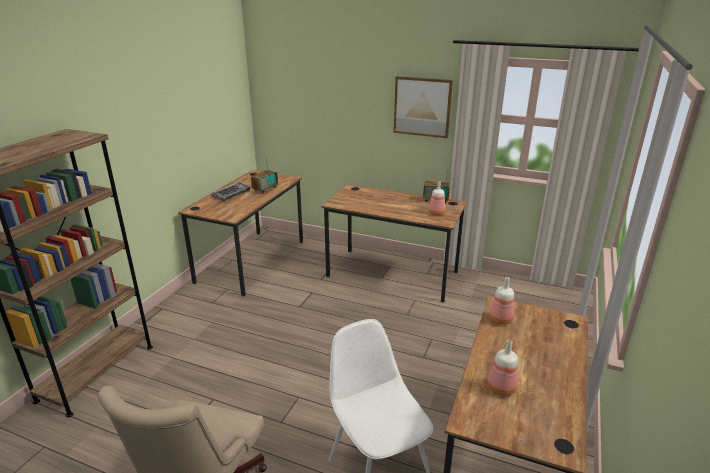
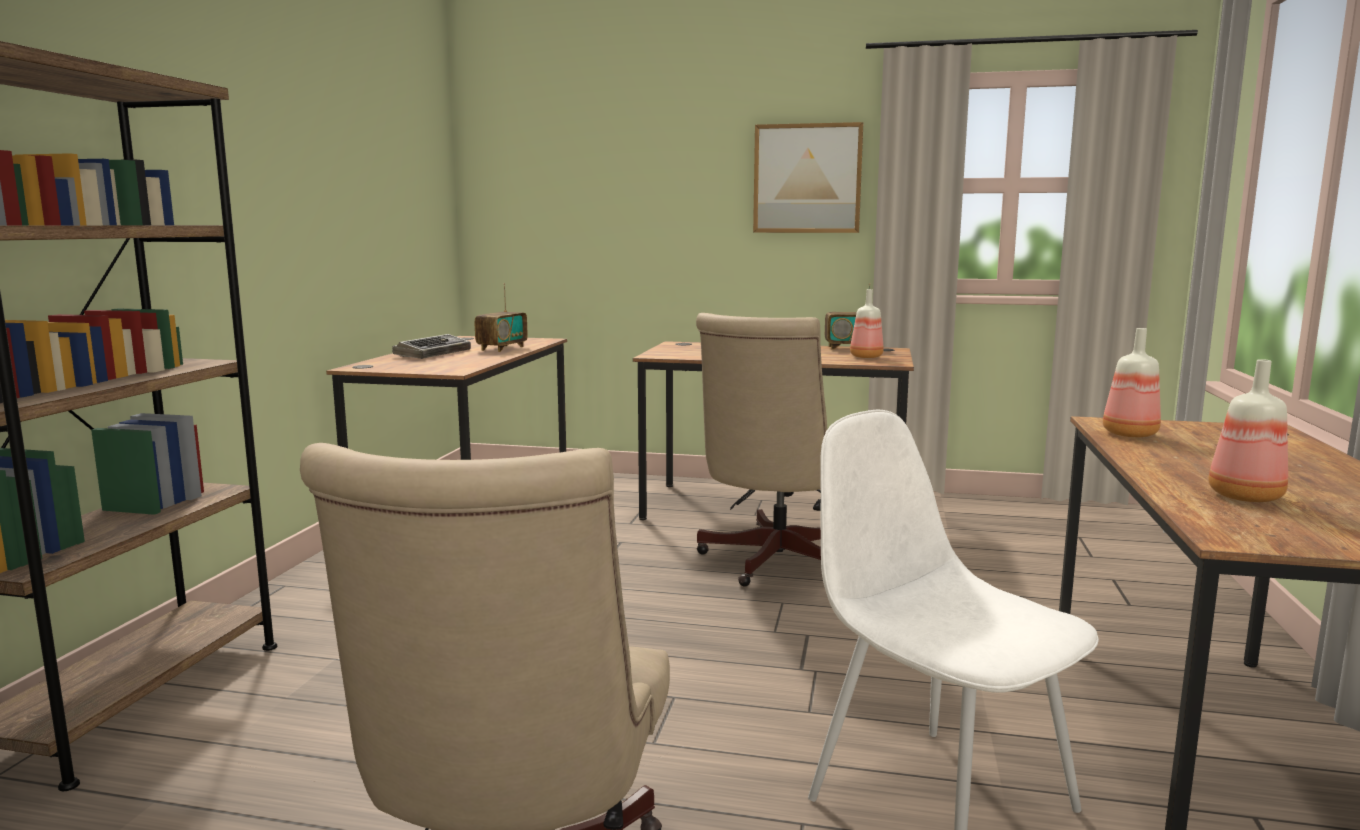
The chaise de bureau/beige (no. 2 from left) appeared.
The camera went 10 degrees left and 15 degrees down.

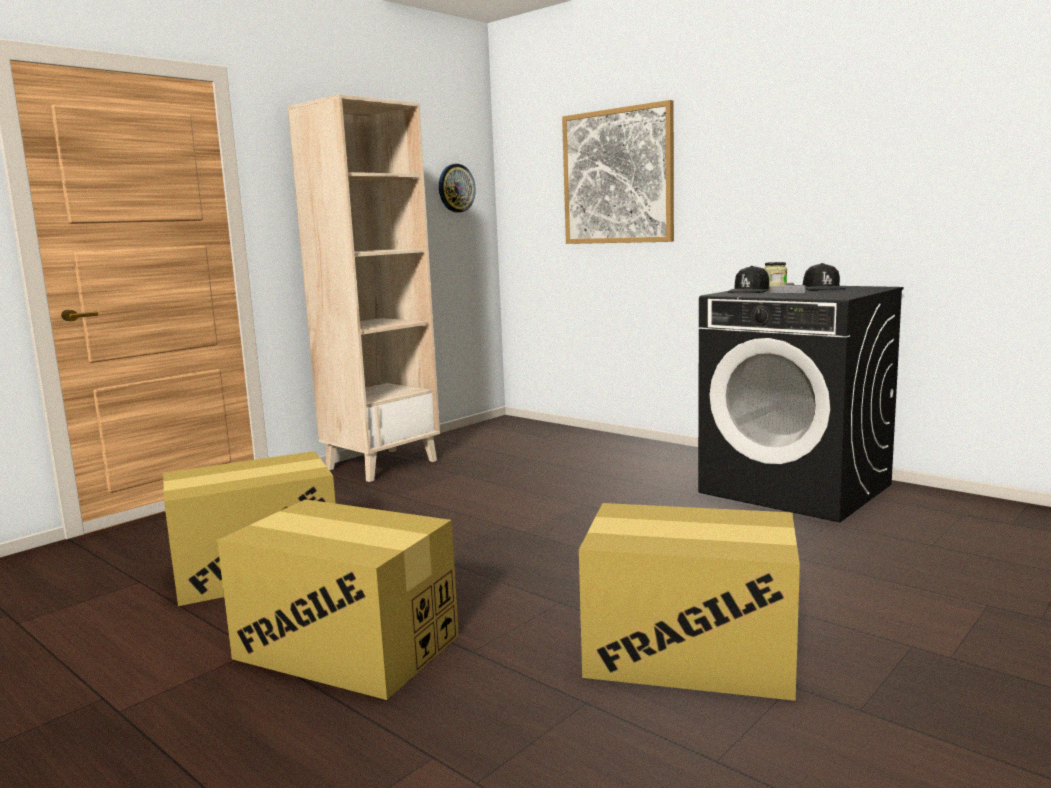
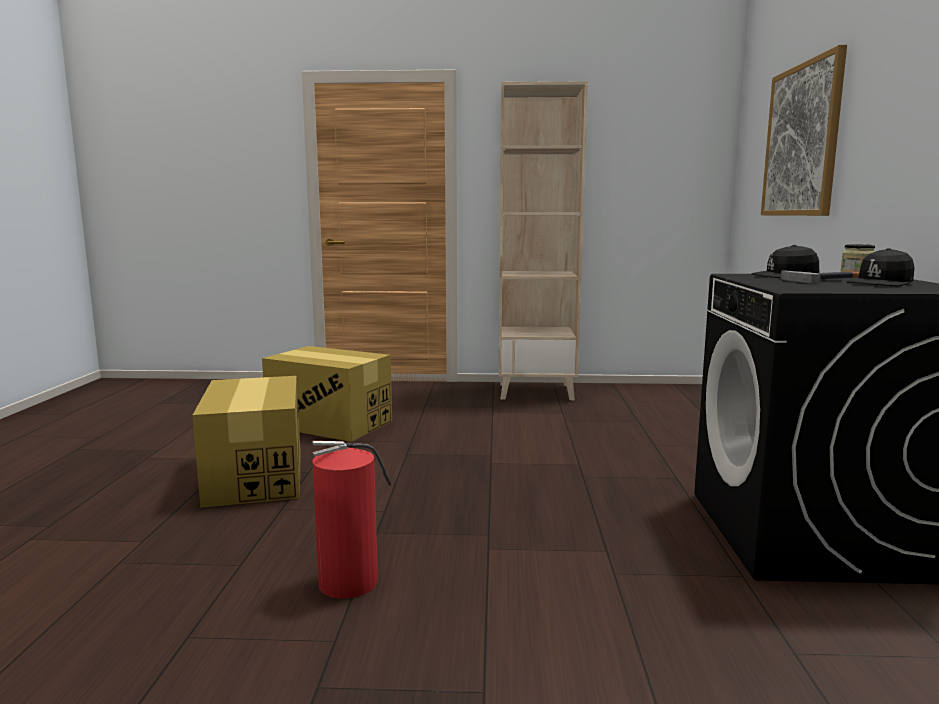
The horloge murale disappeared.
The carton (no. 3 from left) was replaced by the extincteur.
The camera went 50 degrees right and 0 degrees up.

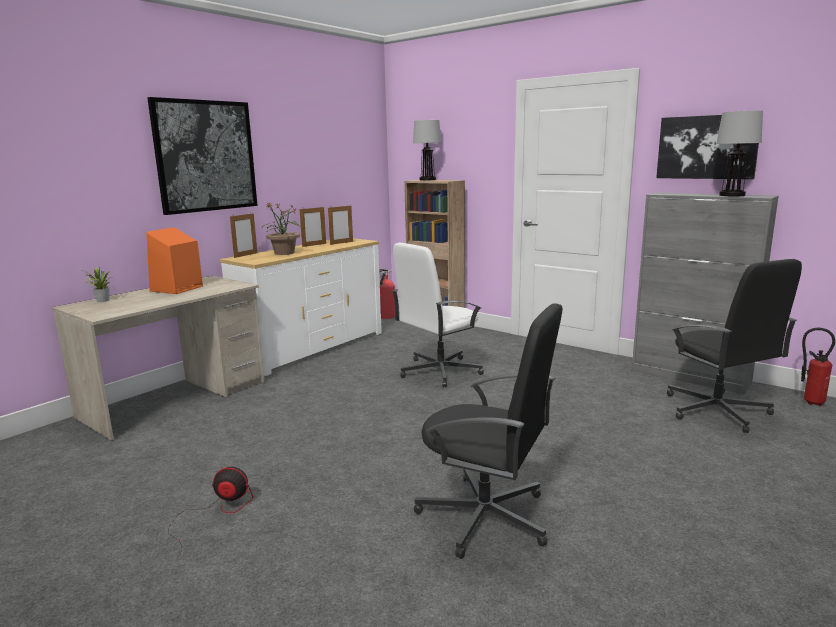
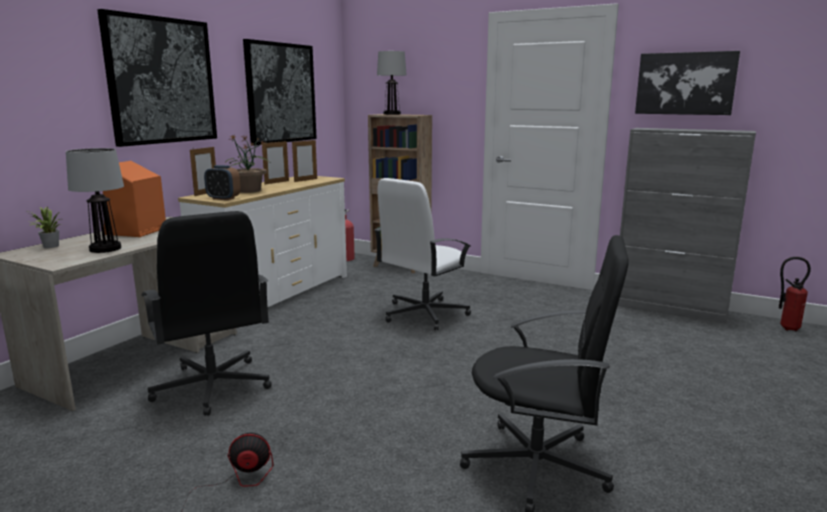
The lampe de table (no. 2 from left in the first image) moved.
The chaise de bureau/noir (no. 2 from left in the first image) moved.
The tableau (no. 2 from left) appeared.
The réveil appeared.
The camera went 10 degrees left and 0 degrees up.

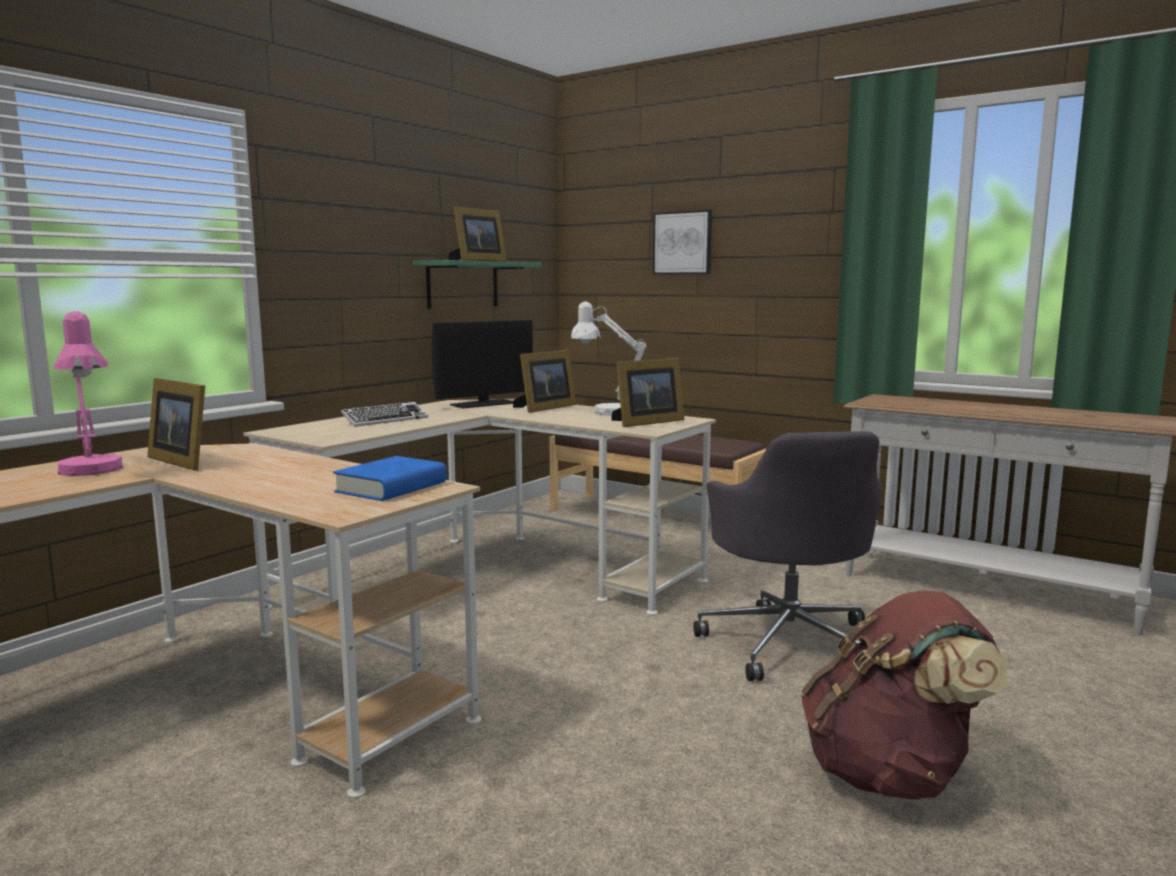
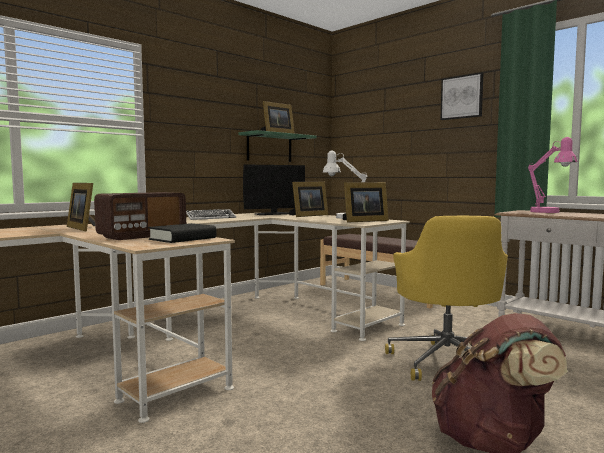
The tableau moved.
The lampe de table/rose moved.
The chaise de bureau/gris became the chaise de bureau/jaune.
The livre/bleu became the livre/noir.
The radio appeared.
The camera went 10 degrees right and 5 degrees down.

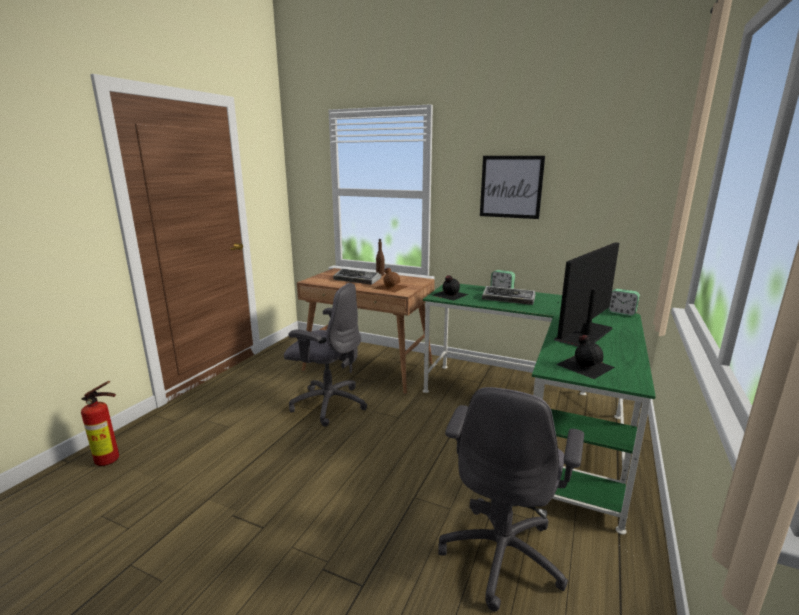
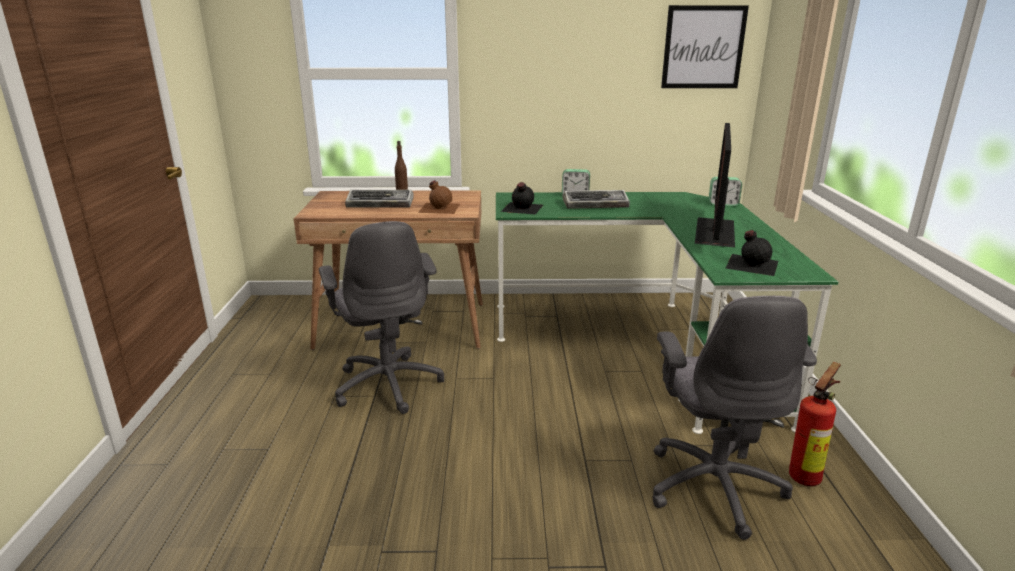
The tableau moved.
The chaise de bureau/gris (no. 1 from left) turned 75 degrees clockwise.
The extincteur moved.
The camera went 25 degrees left and 5 degrees up.

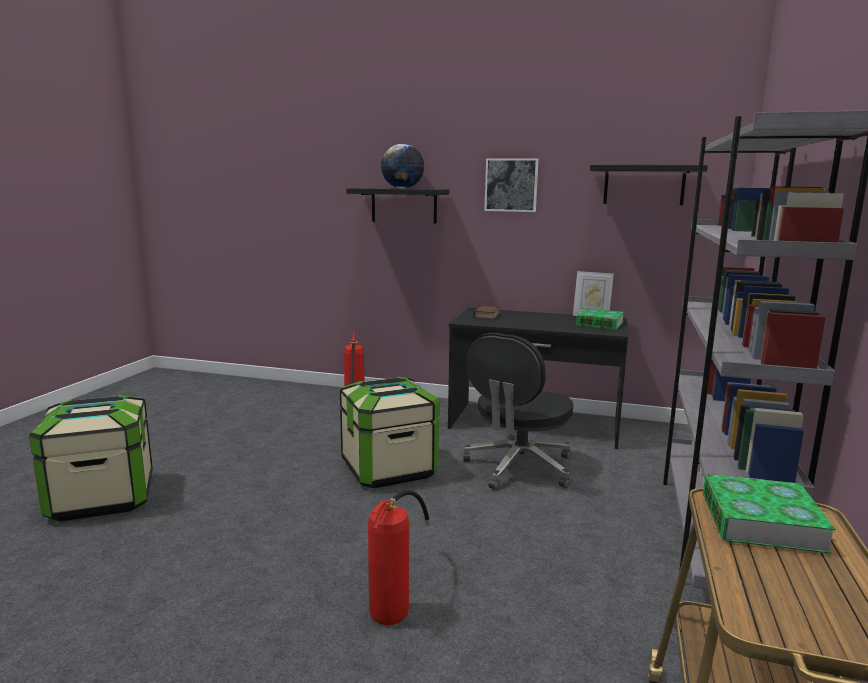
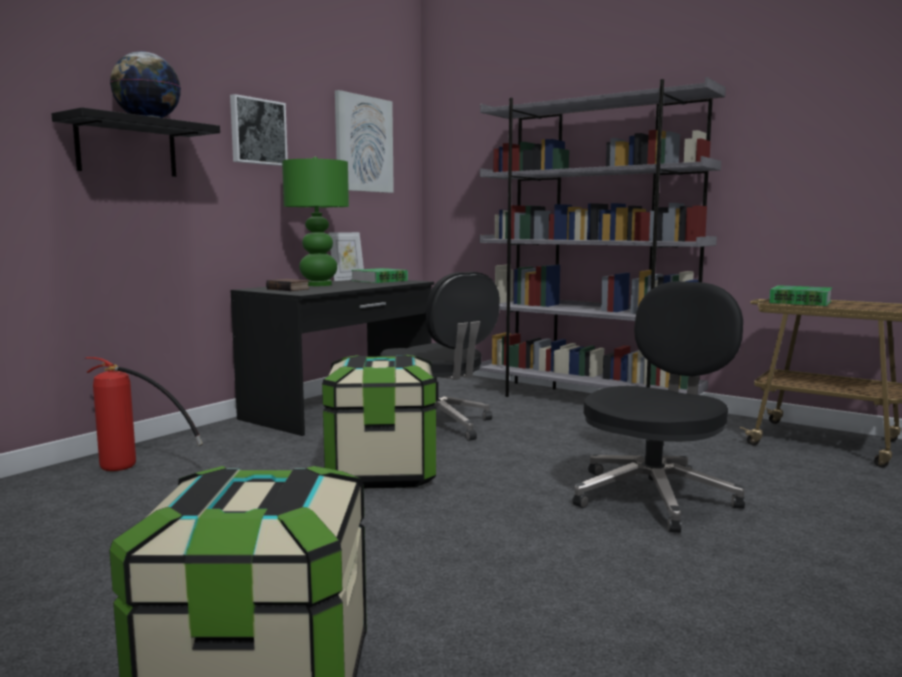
The étagère/noir (no. 2 from left) was replaced by the tableau (no. 2 from left).
The extincteur (no. 2 from left) was replaced by the chaise de bureau/noir (no. 2 from left).
The lampe de table/vert appeared.
The camera went 70 degrees left and 5 degrees down.

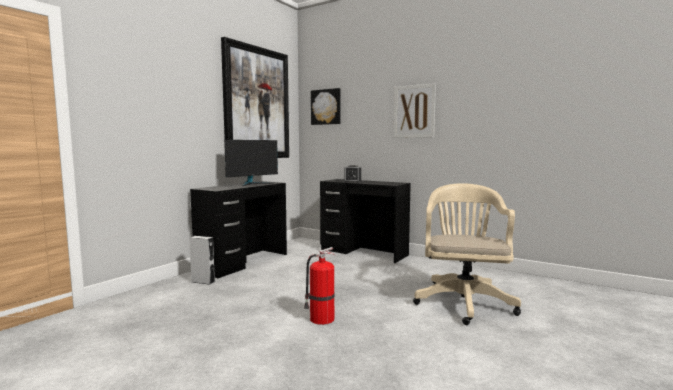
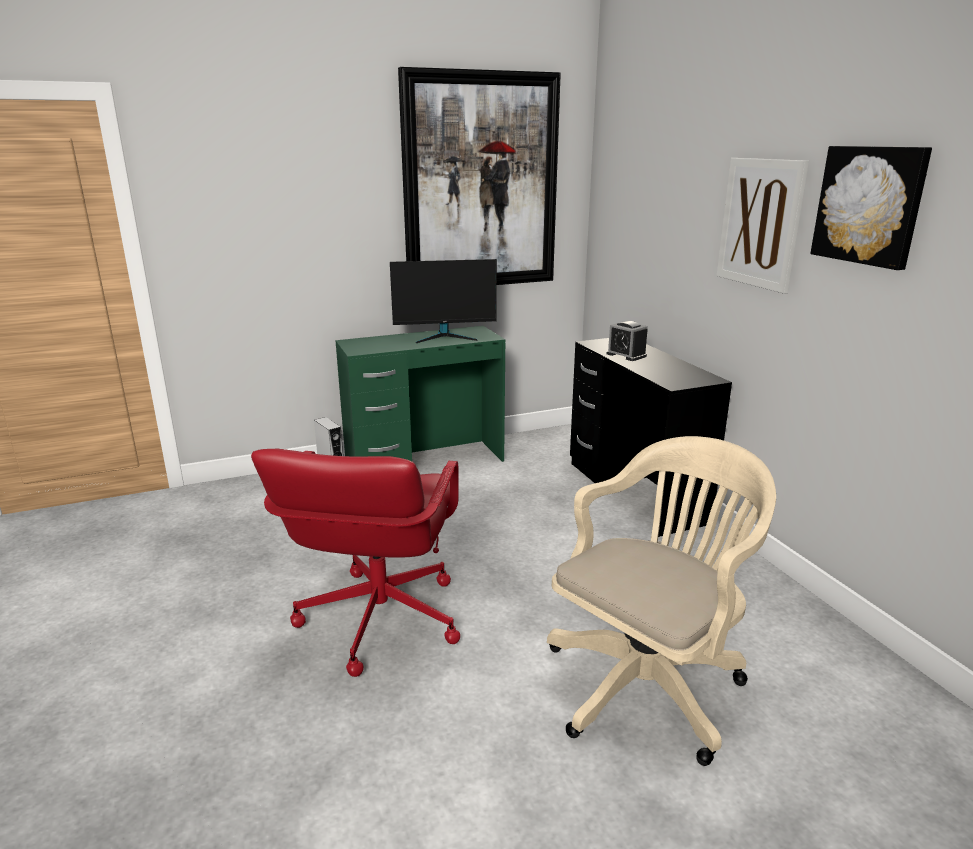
The tableau (no. 2 from left in the first image) moved.
The bureau/noir (no. 1 from left) became the bureau/vert.
The extincteur was replaced by the chaise de bureau/rouge.
The camera went 35 degrees right and 15 degrees up.

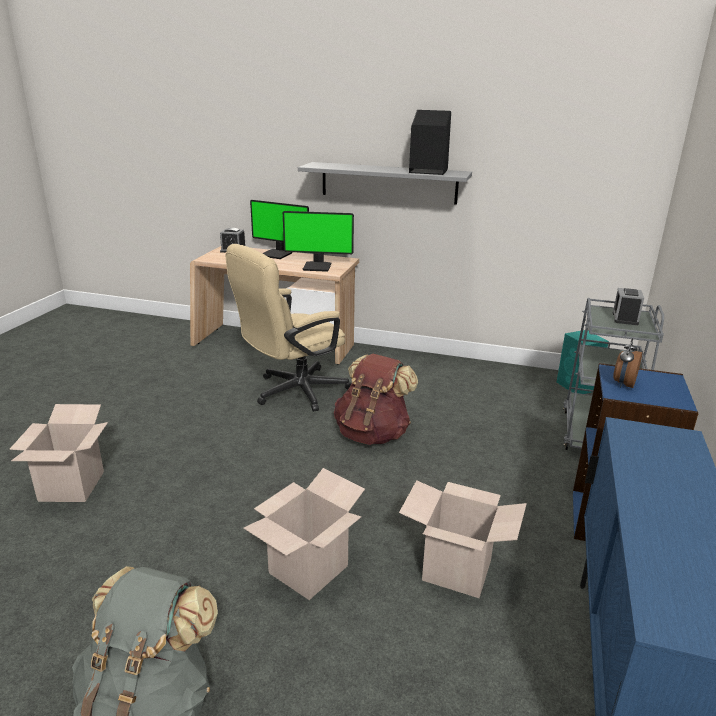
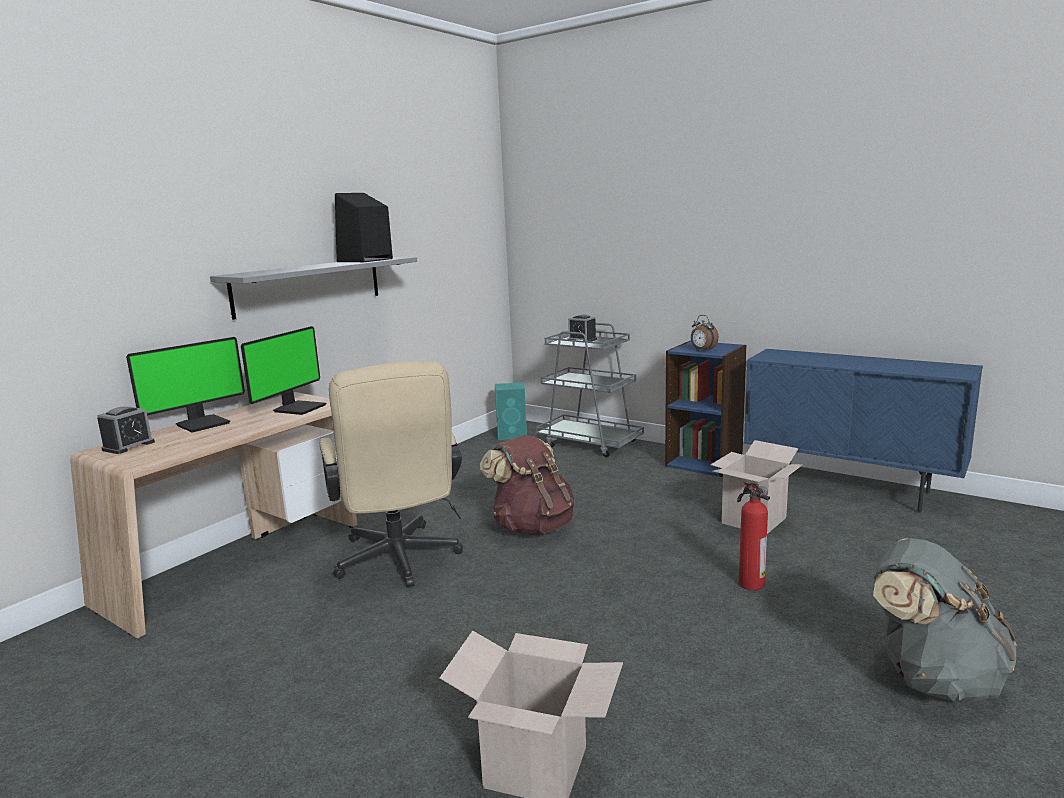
The carton (no. 2 from left) was replaced by the extincteur.
The camera went 70 degrees left and 10 degrees down.

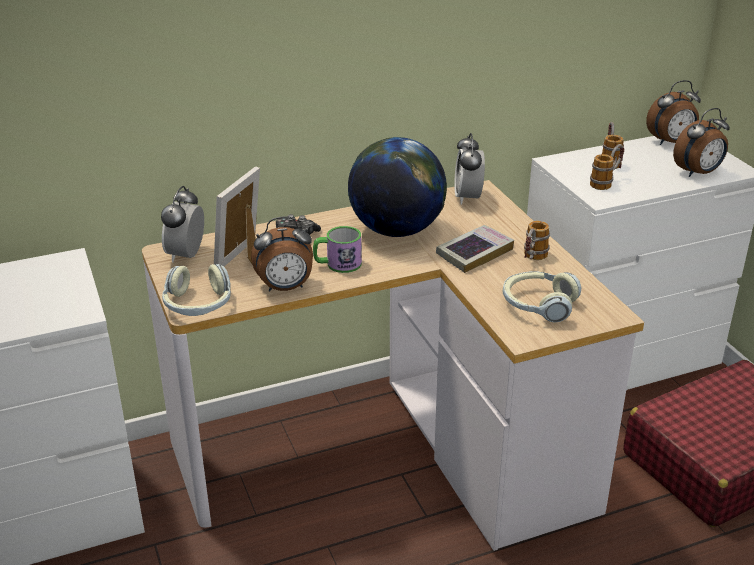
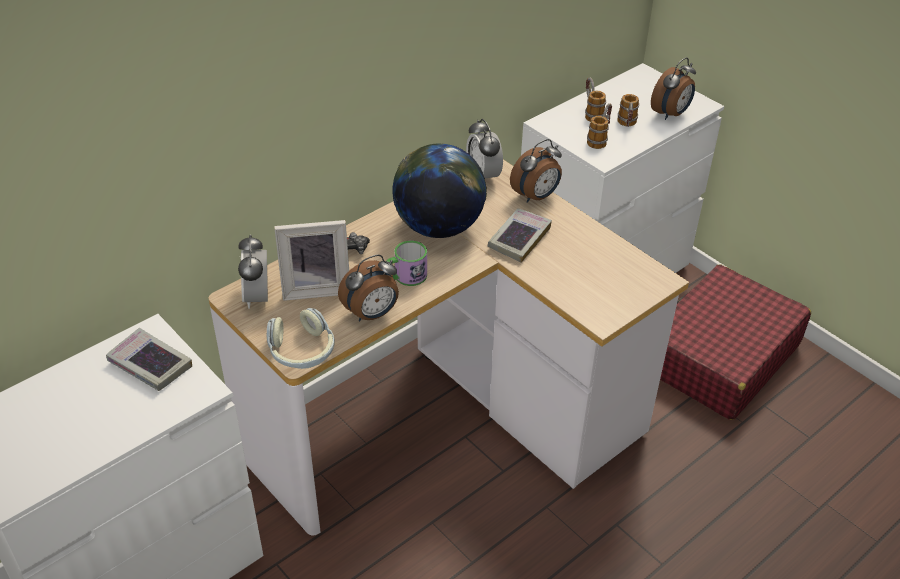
The réveil (no. 4 from left) moved.
The cadre photo turned 105 degrees counterclockwise.
The mug (no. 2 from left in the first image) moved.
The casque audio (no. 2 from left) disappeared.
The livre (no. 1 from left) appeared.
The camera went 20 degrees left and 10 degrees up.

